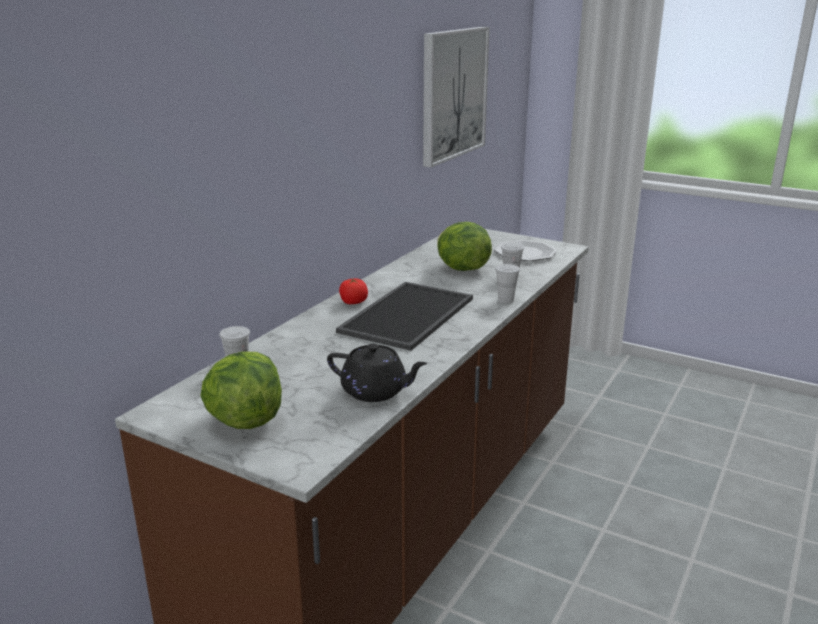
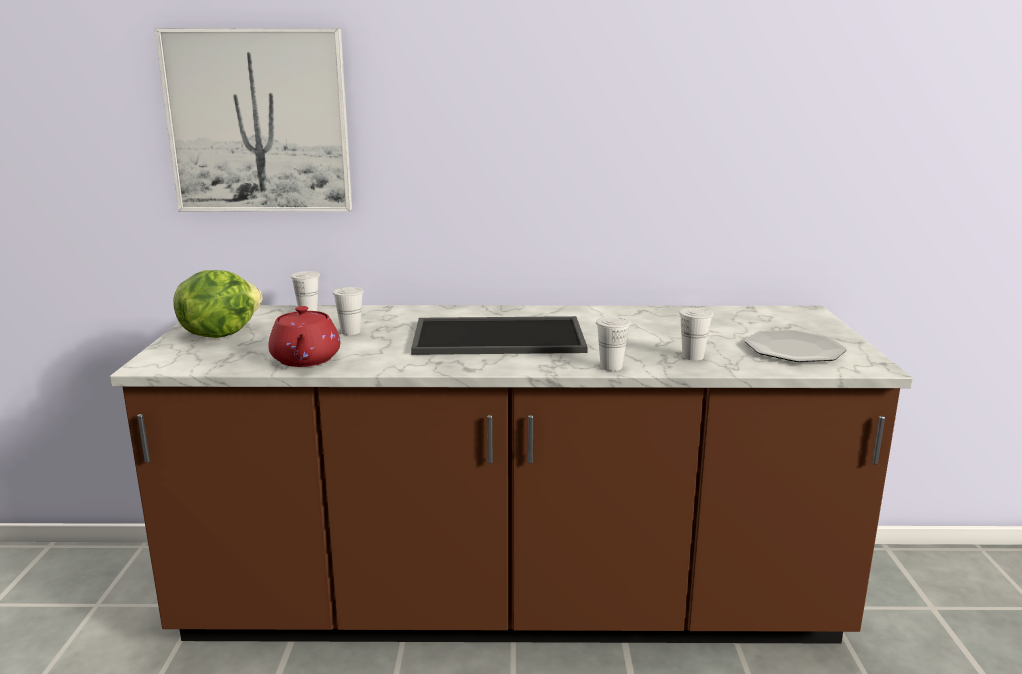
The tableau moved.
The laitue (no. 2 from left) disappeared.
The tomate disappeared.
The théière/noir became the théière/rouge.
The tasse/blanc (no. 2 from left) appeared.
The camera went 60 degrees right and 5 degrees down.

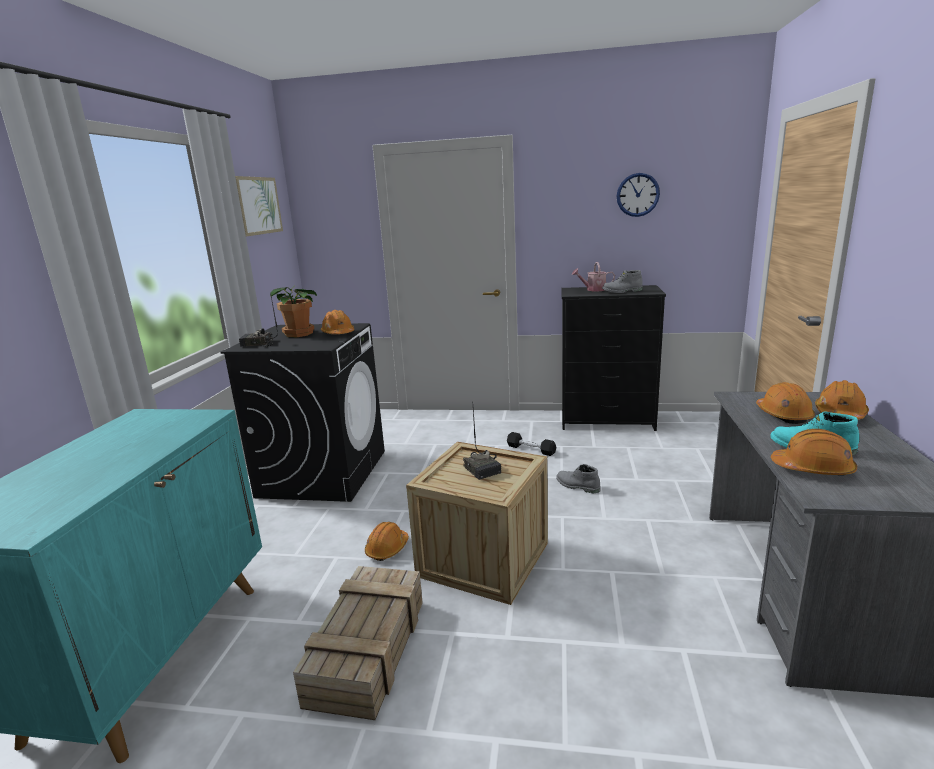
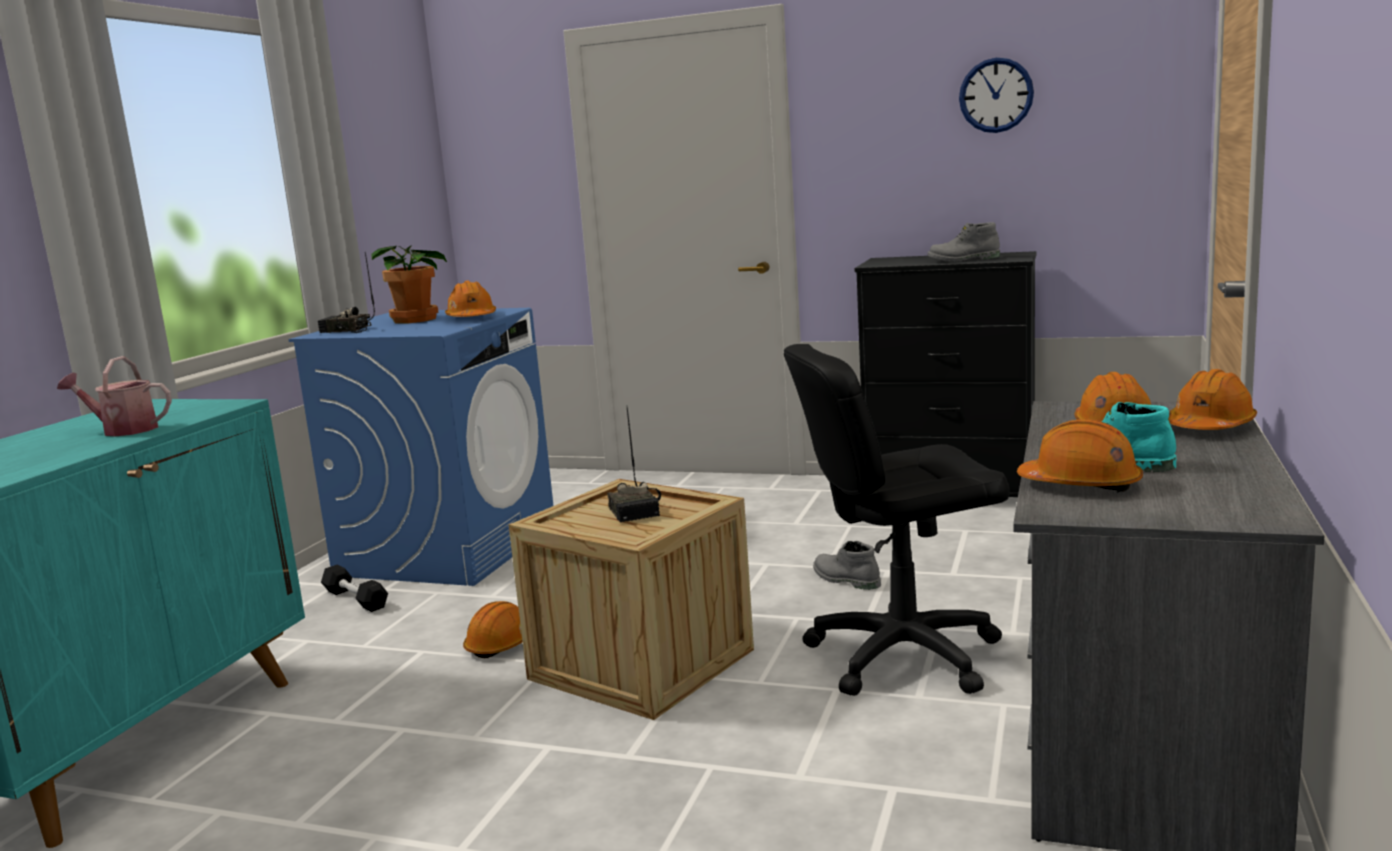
The tableau disappeared.
The arrosoir moved.
The lave-linge/noir became the lave-linge/bleu.
The haltère/noir moved.
The caisse (no. 1 from left) disappeared.
The chaise de bureau/noir appeared.
The camera went 10 degrees right and 5 degrees down.

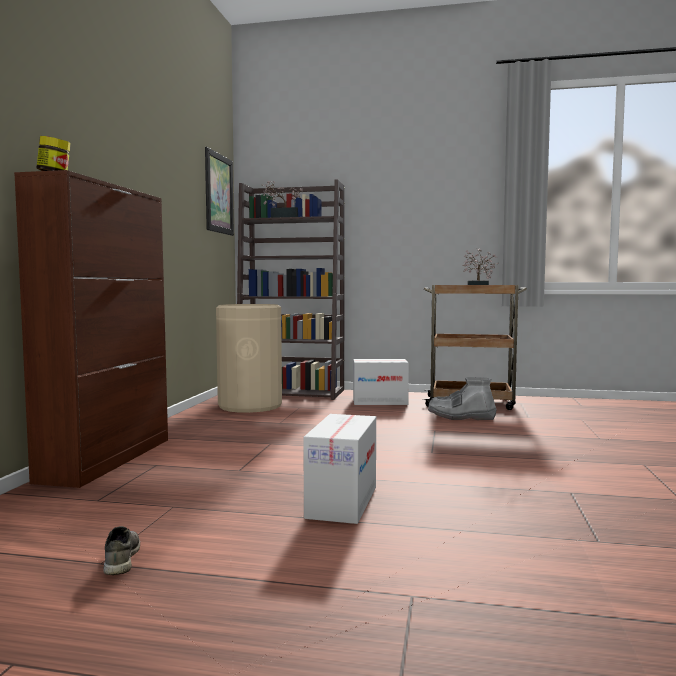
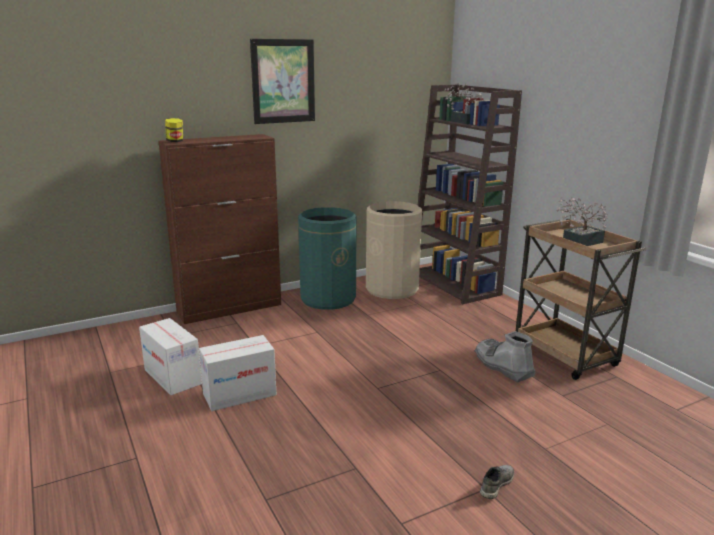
The tableau moved.
The carton (no. 2 from left in the first image) moved.
The chaussure/gris moved.
The poubelle/vert appeared.
The camera went 50 degrees right and 15 degrees up.

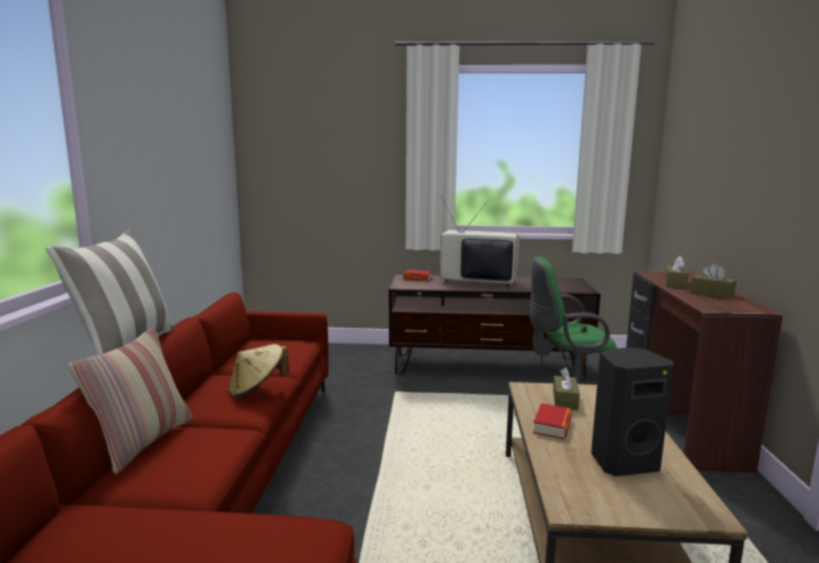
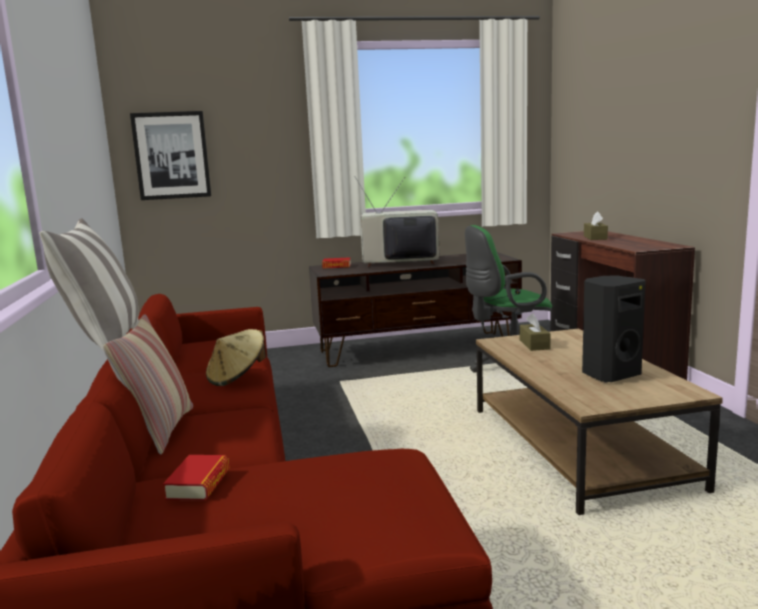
The boîte à mouchoirs/marron (no. 3 from left) disappeared.
The livre (no. 2 from left in the first image) moved.
The tableau appeared.
The camera went 15 degrees left and 0 degrees up.

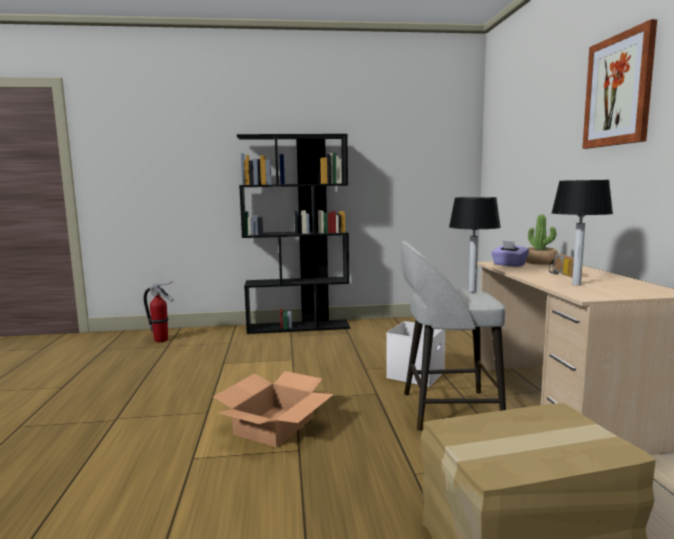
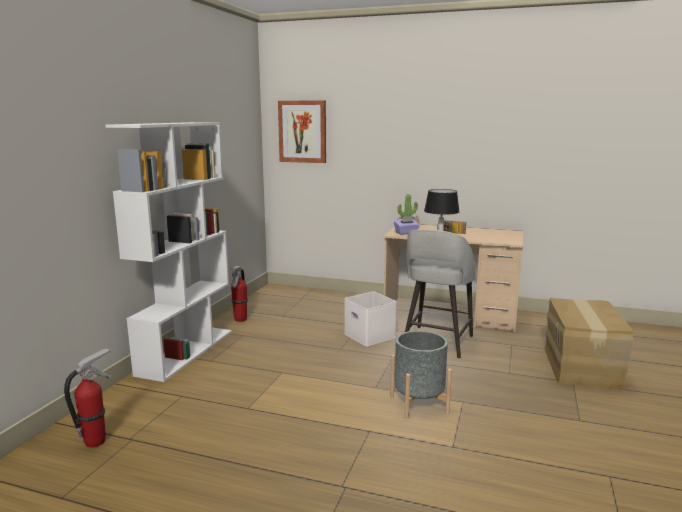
The tableau moved.
The bibliothèque/noir became the bibliothèque/blanc.
The lampe de table (no. 2 from left) disappeared.
The carton (no. 1 from left) was replaced by the cache-pot/gris.
The extincteur (no. 2 from left) appeared.
The camera went 65 degrees left and 5 degrees up.

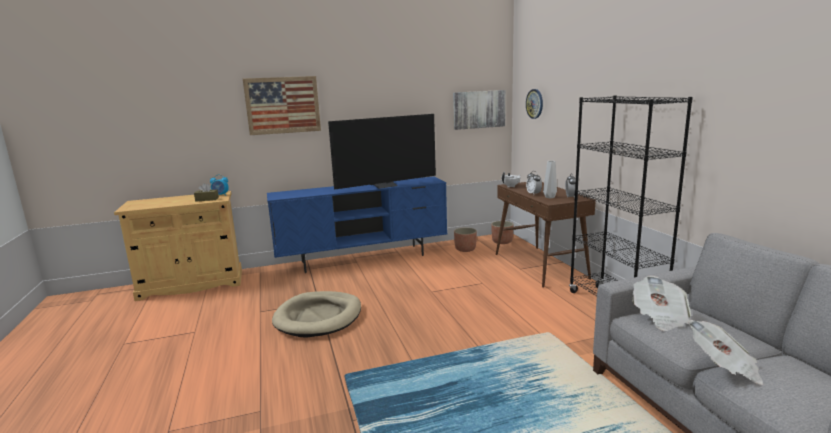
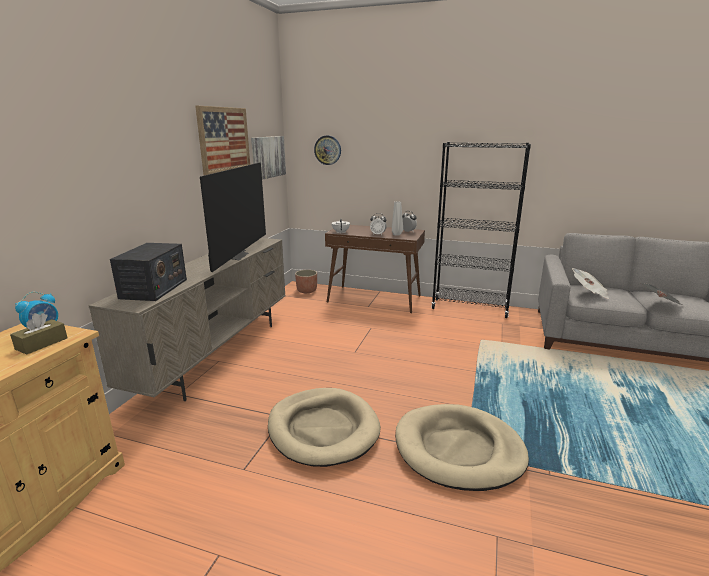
The tableau (no. 1 from left) moved.
The meuble télé/bleu became the meuble télé/beige.
The cache-pot (no. 1 from left) disappeared.
The radio appeared.
The panier pour chien/beige (no. 2 from left) appeared.
The camera went 55 degrees left and 5 degrees up.

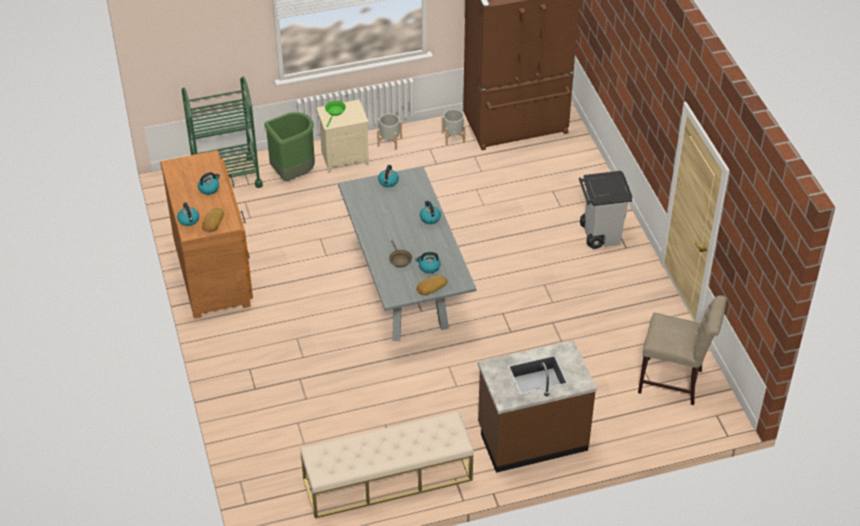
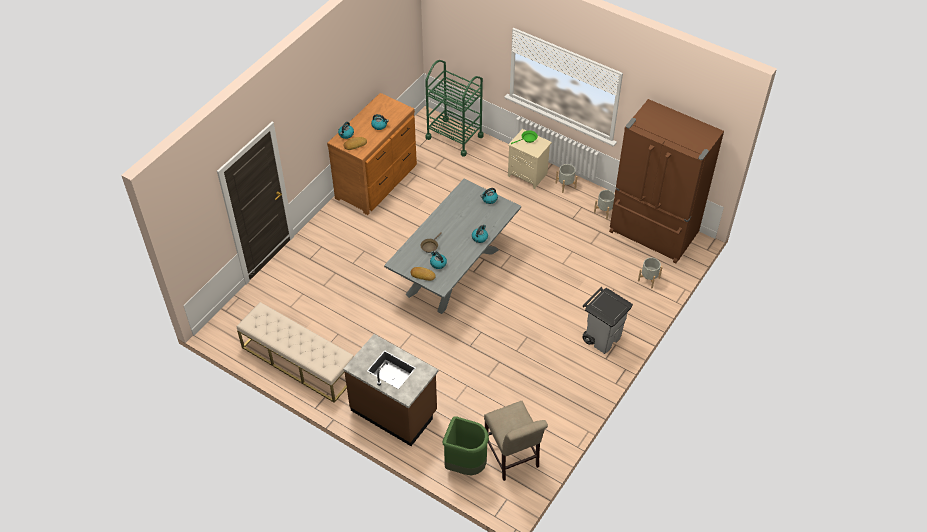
The poubelle/vert moved.
The cache-pot/gris (no. 3 from left) appeared.
The camera went 50 degrees right and 5 degrees up.

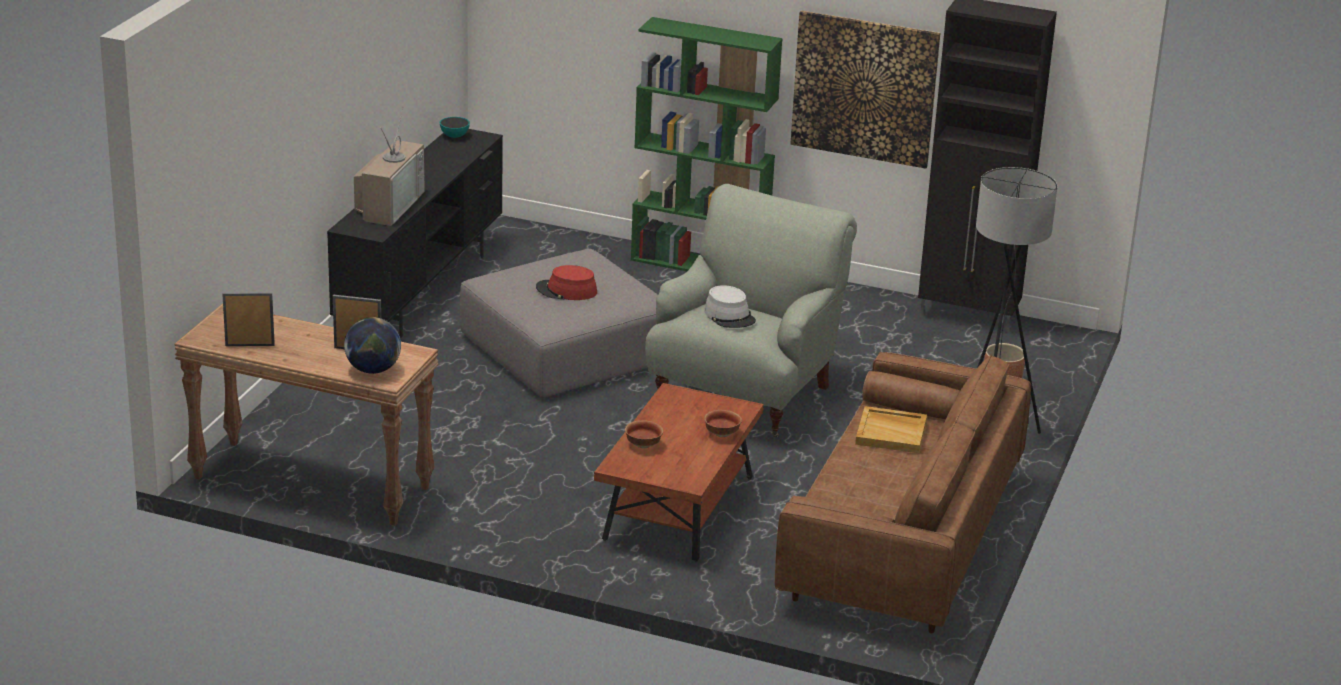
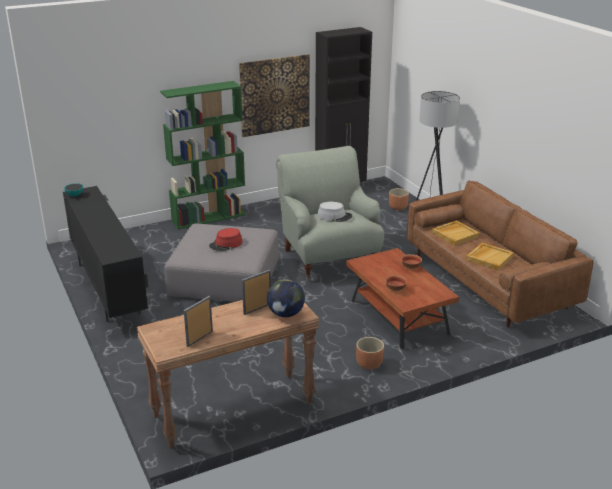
The téléviseur disappeared.
The plateau/beige (no. 2 from left) appeared.
The cache-pot/marron (no. 1 from left) appeared.
The camera went 45 degrees left and 0 degrees up.

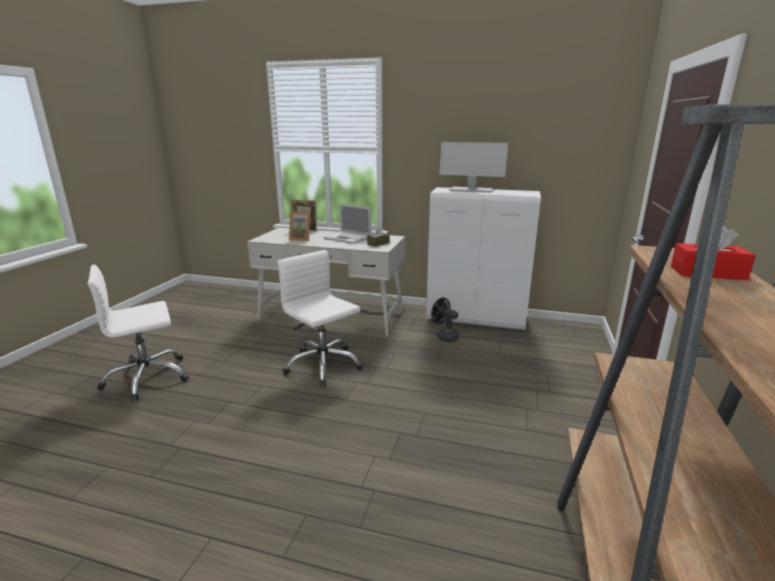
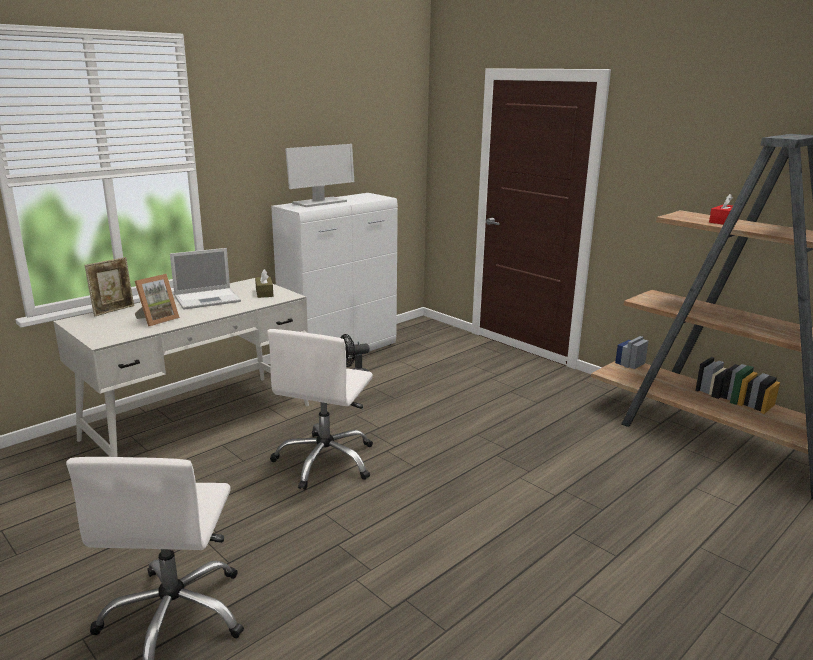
The chaise de bureau/blanc (no. 2 from left) turned 60 degrees counterclockwise.
The camera went 60 degrees left and 0 degrees up.

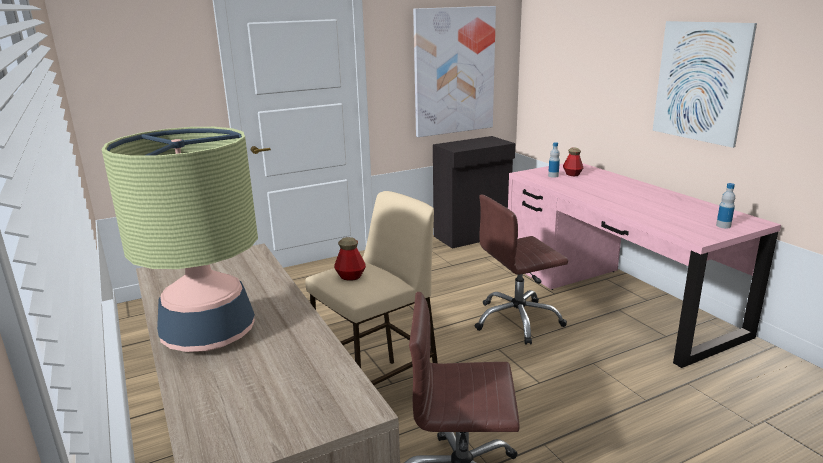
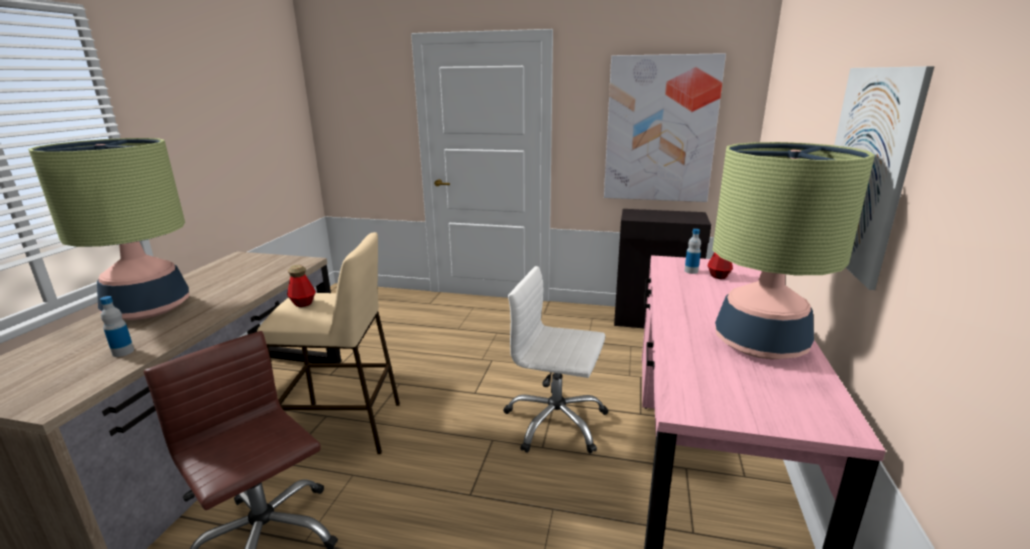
The bouteille (no. 4 from left in the first image) moved.
The chaise de bureau/marron (no. 2 from left) became the chaise de bureau/blanc.
The lampe de table (no. 2 from left) appeared.
The camera went 40 degrees right and 0 degrees up.

